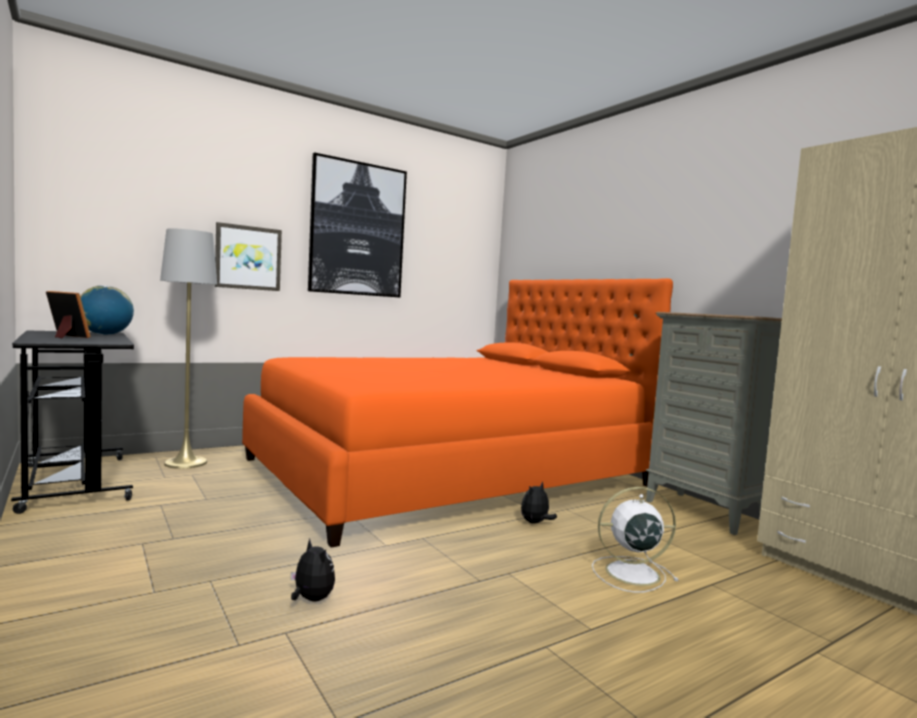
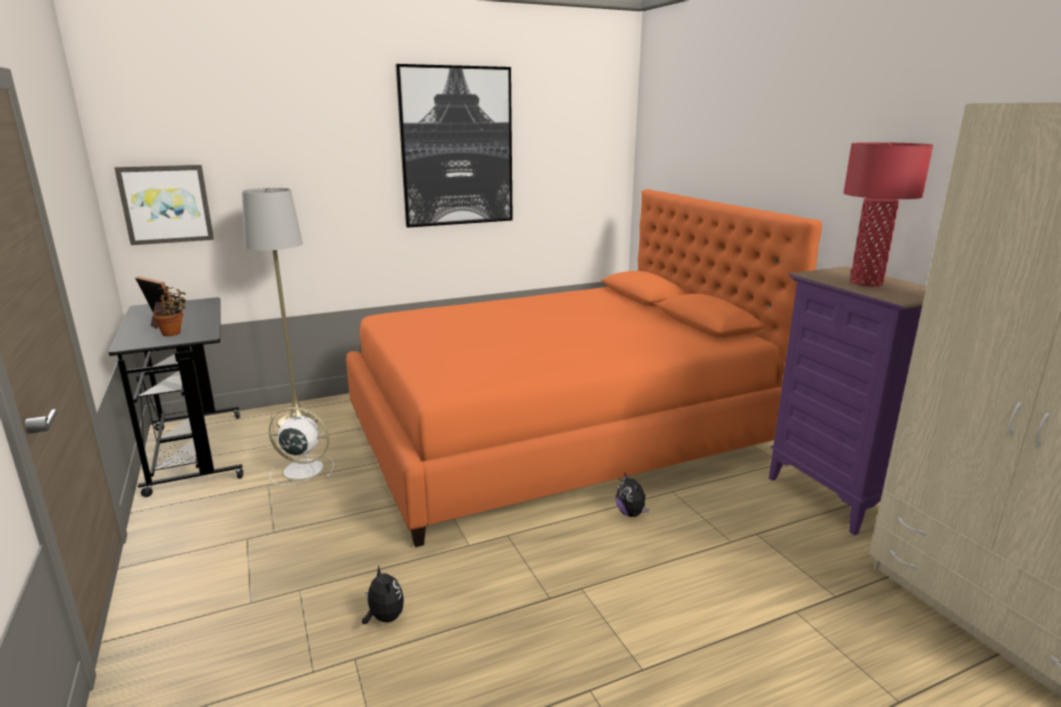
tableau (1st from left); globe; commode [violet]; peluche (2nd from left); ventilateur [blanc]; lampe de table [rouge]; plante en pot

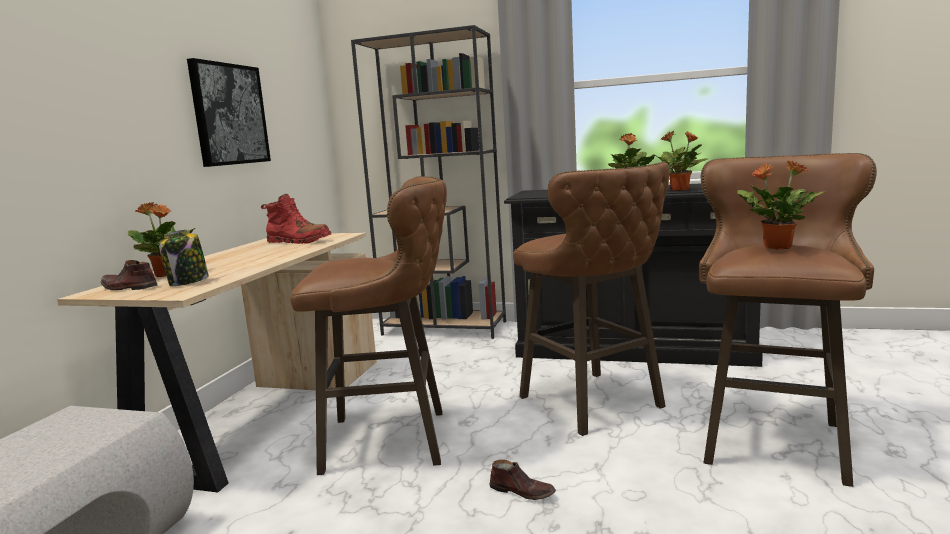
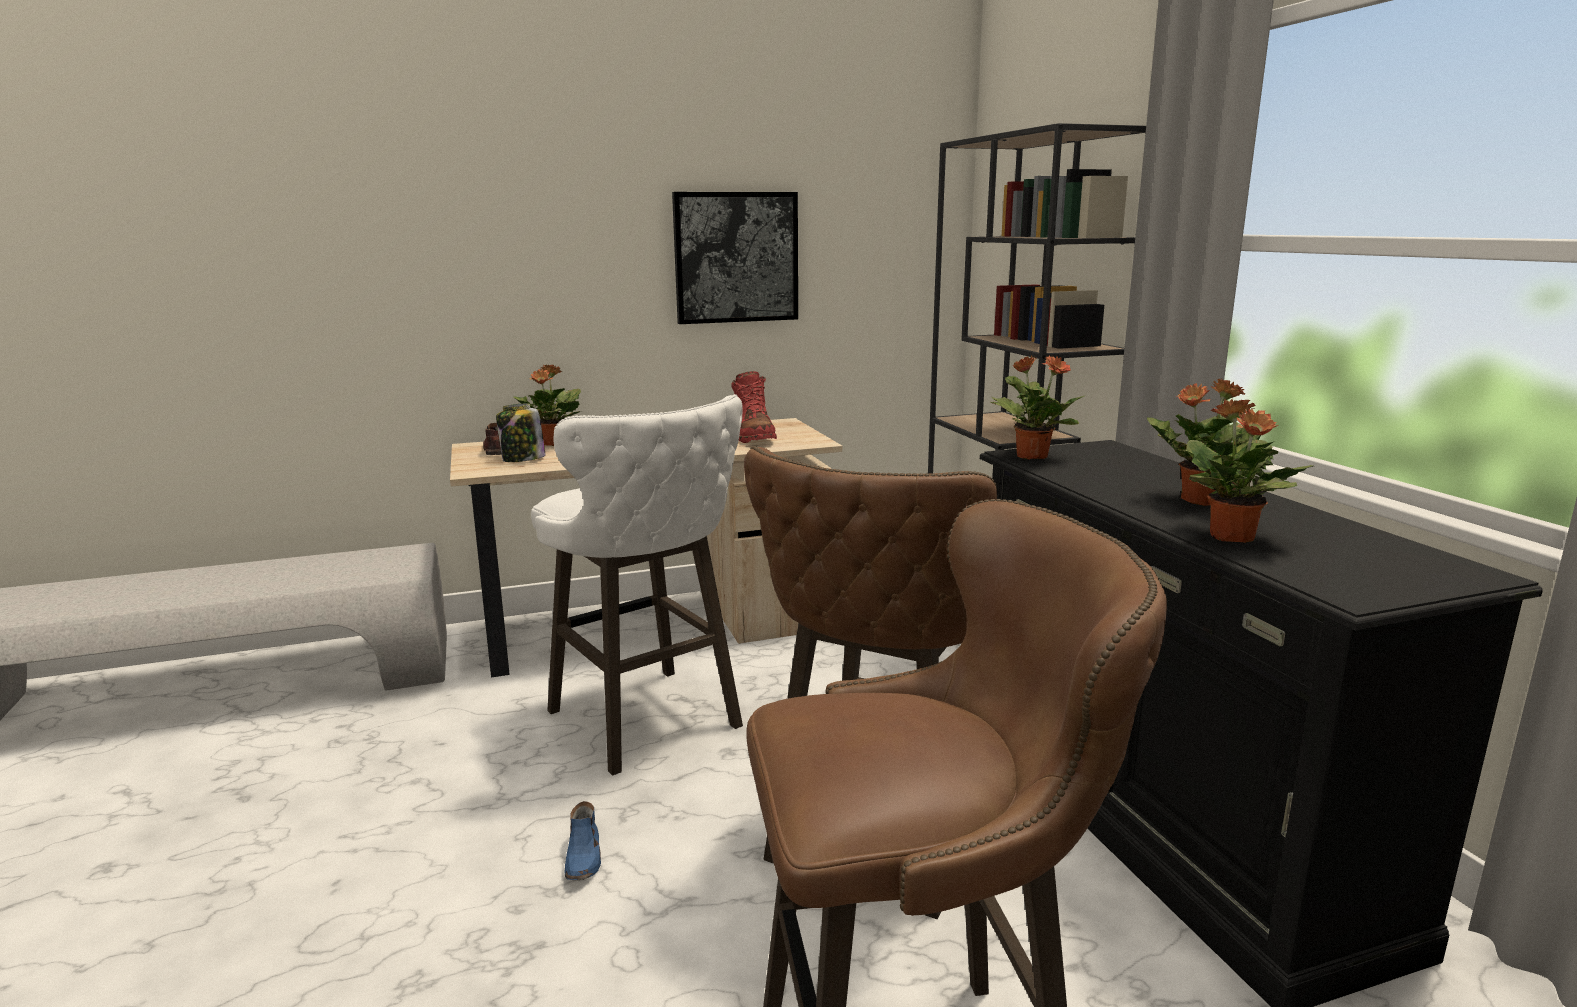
plante en pot (2nd from left); tabouret [blanc]; chaussure [bleu]

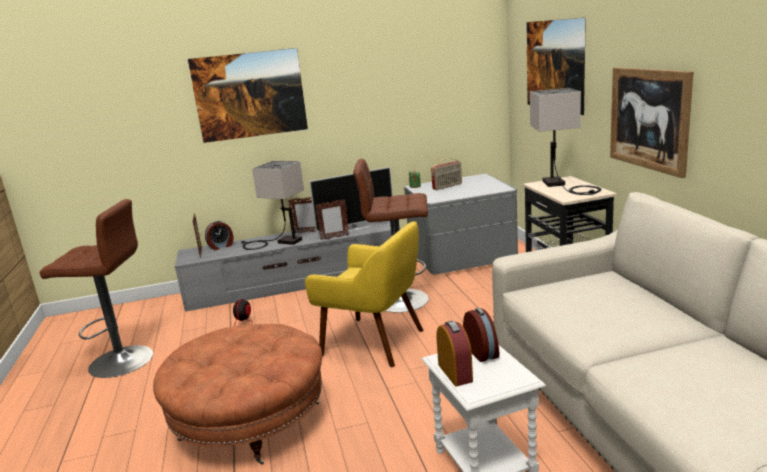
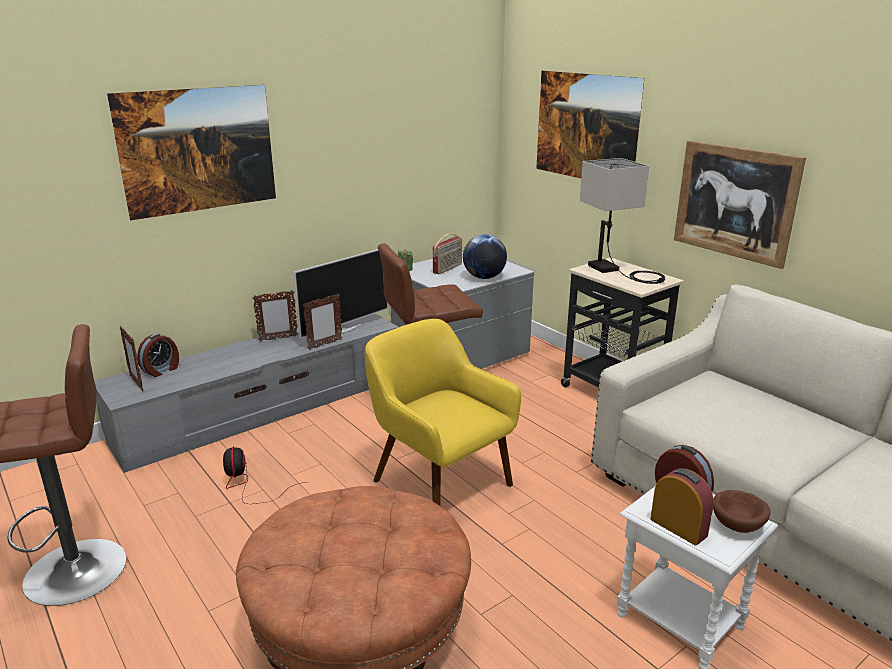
lampe de table (1st from left in the first image); fauteuil [jaune]; globe; bol [marron]

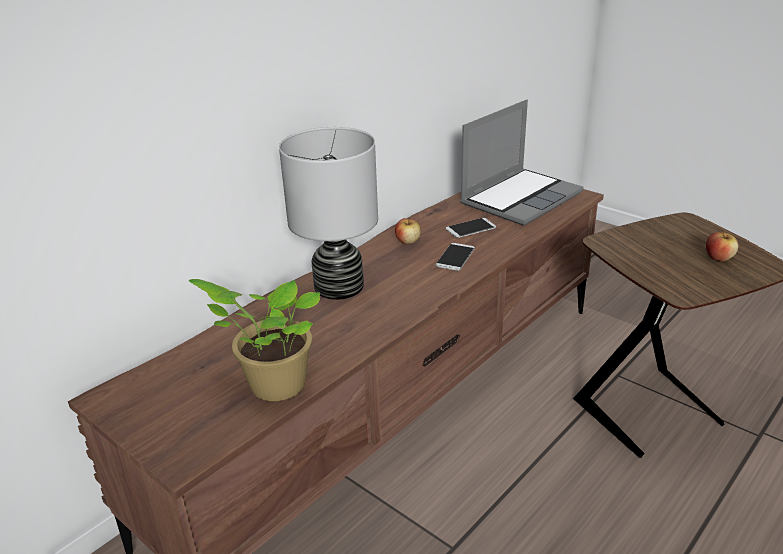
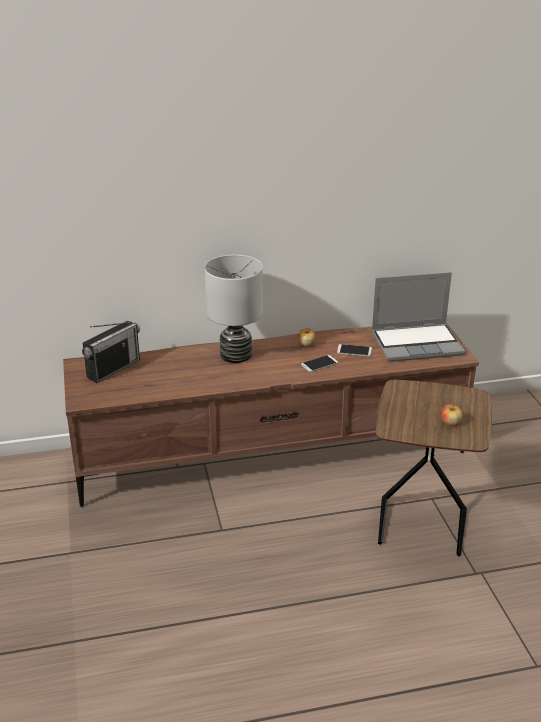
plante en pot; radio

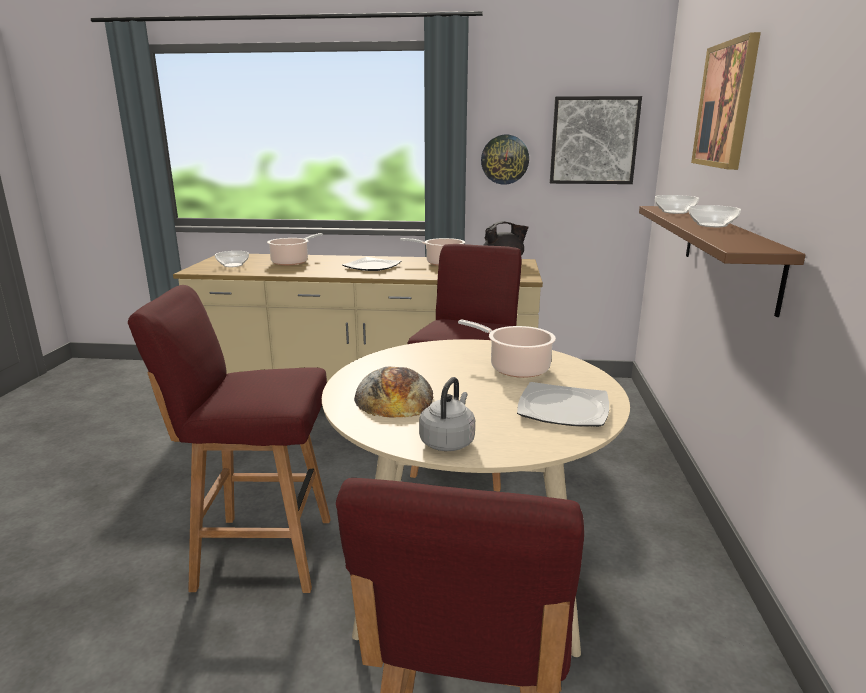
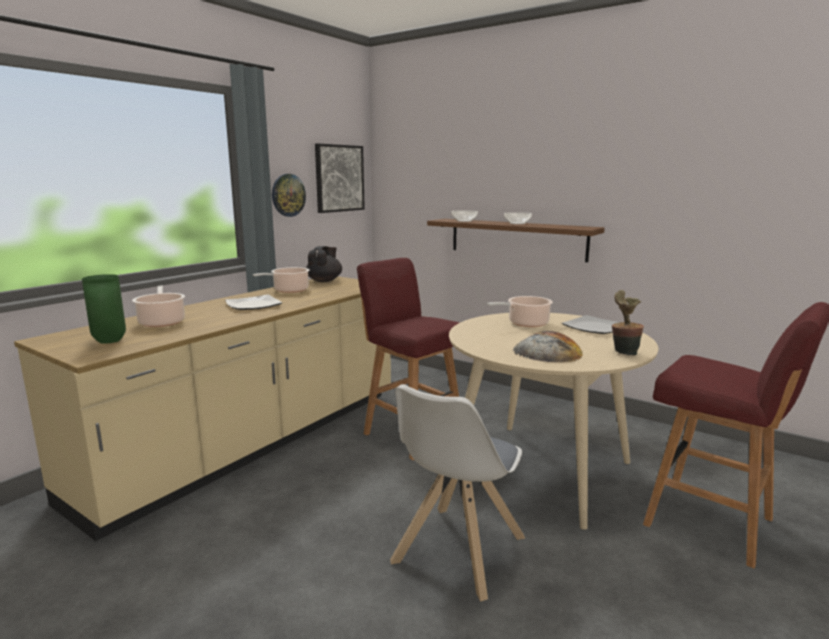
tableau (2nd from left in the first image); vase [vert]; chaise; plante en pot

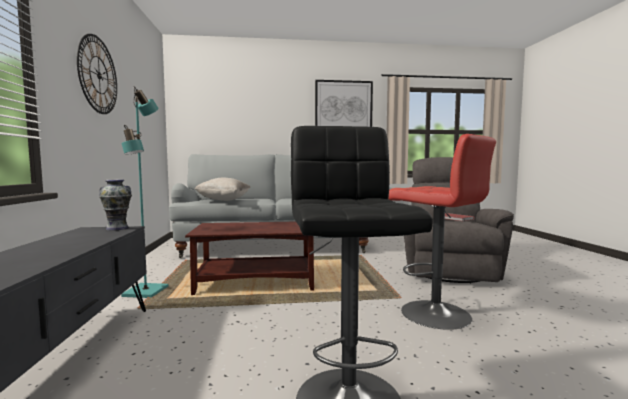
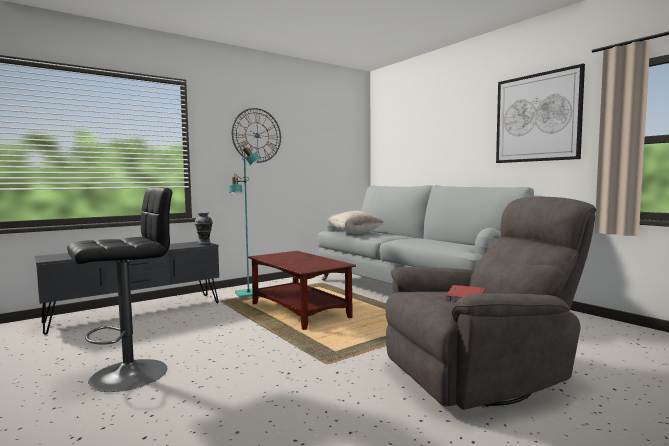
tabouret [rouge]

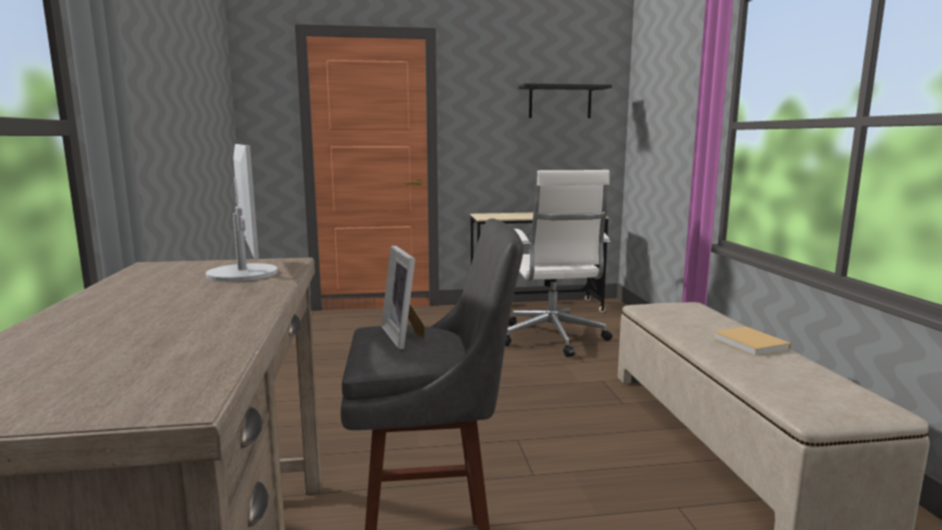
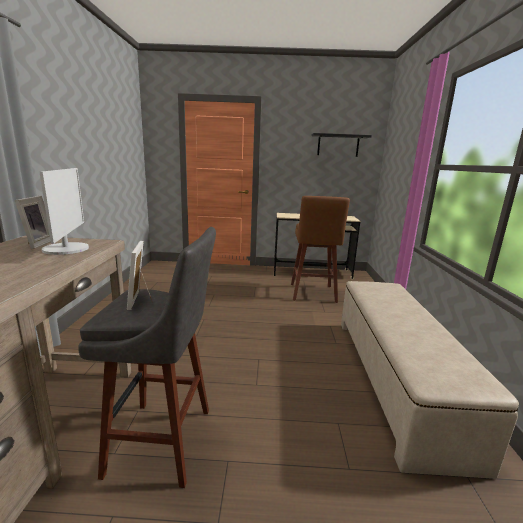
tabouret [marron]; livre [beige]; cadre photo (1st from left)

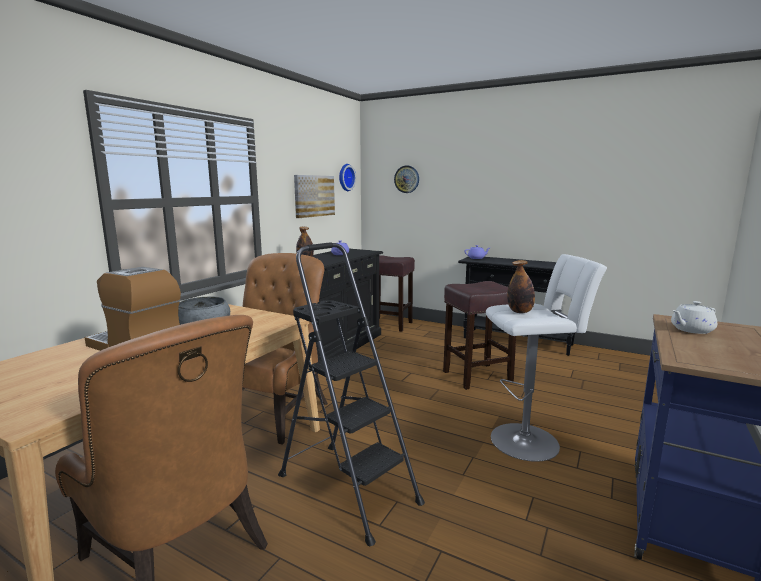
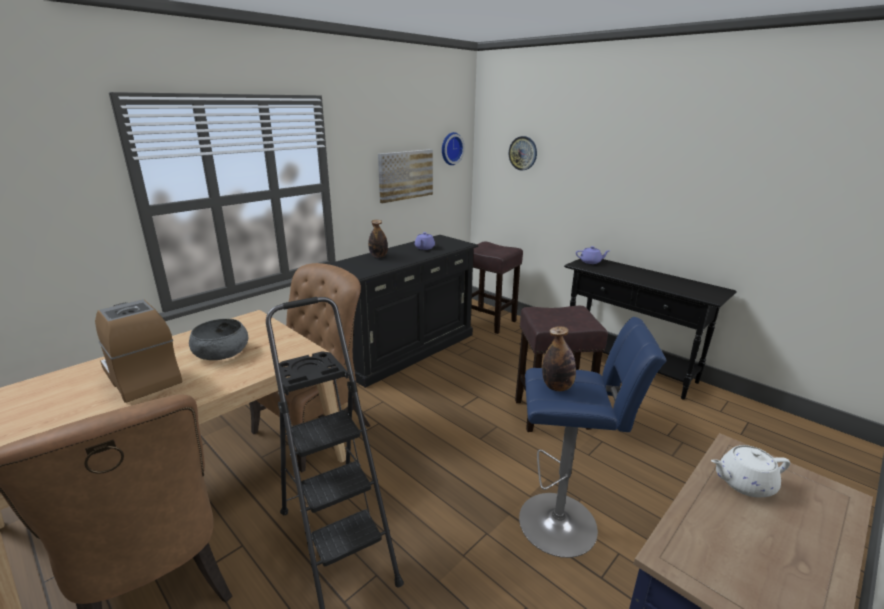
tabouret [bleu]

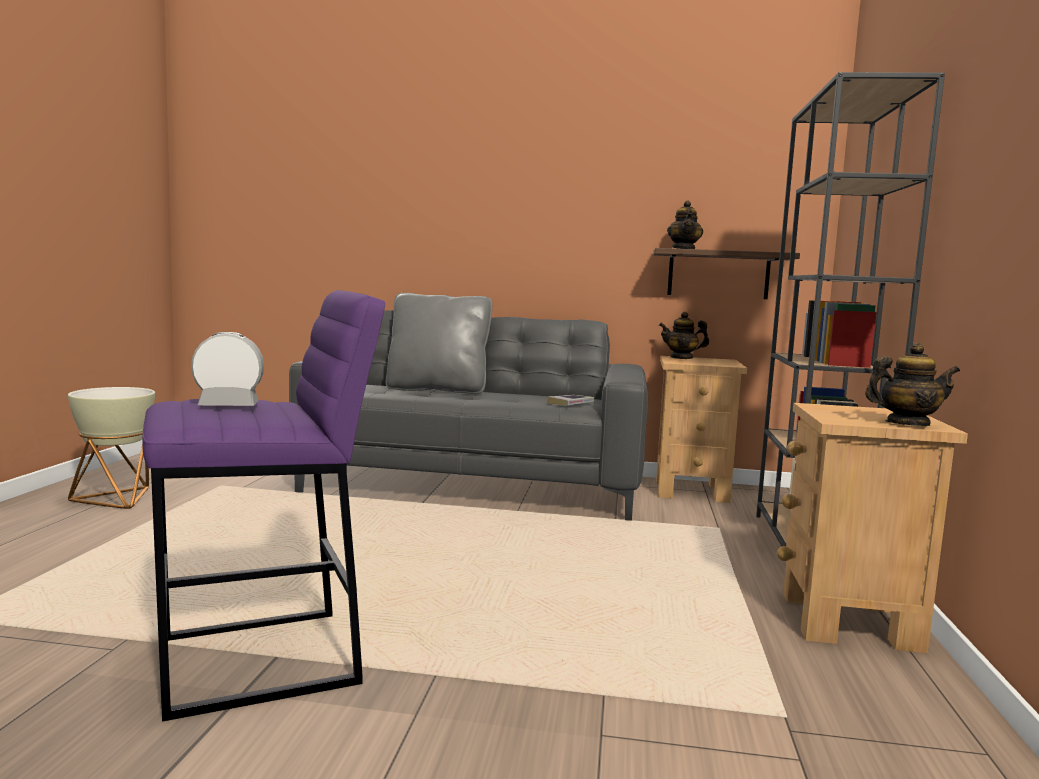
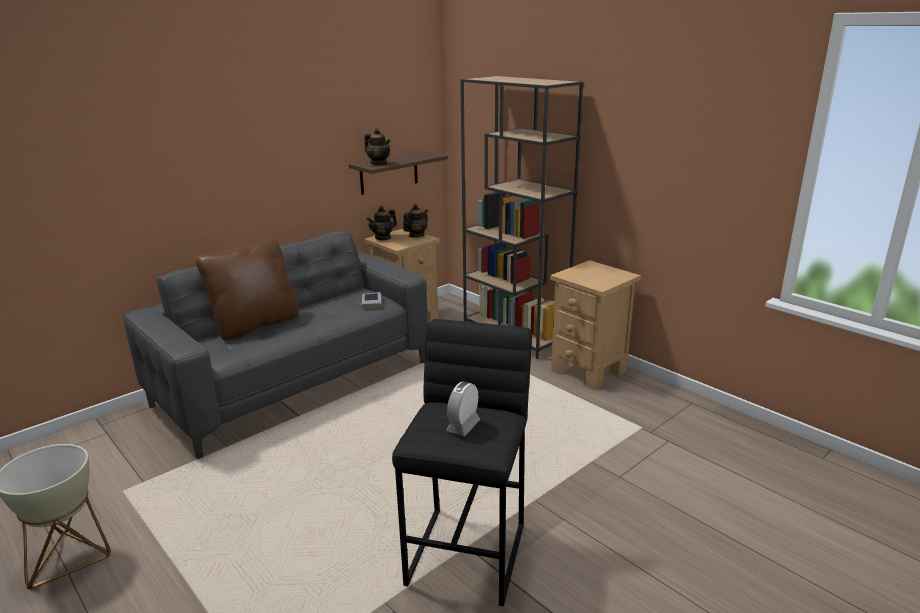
tabouret [noir]; coussin [marron]; théière (3rd from left)

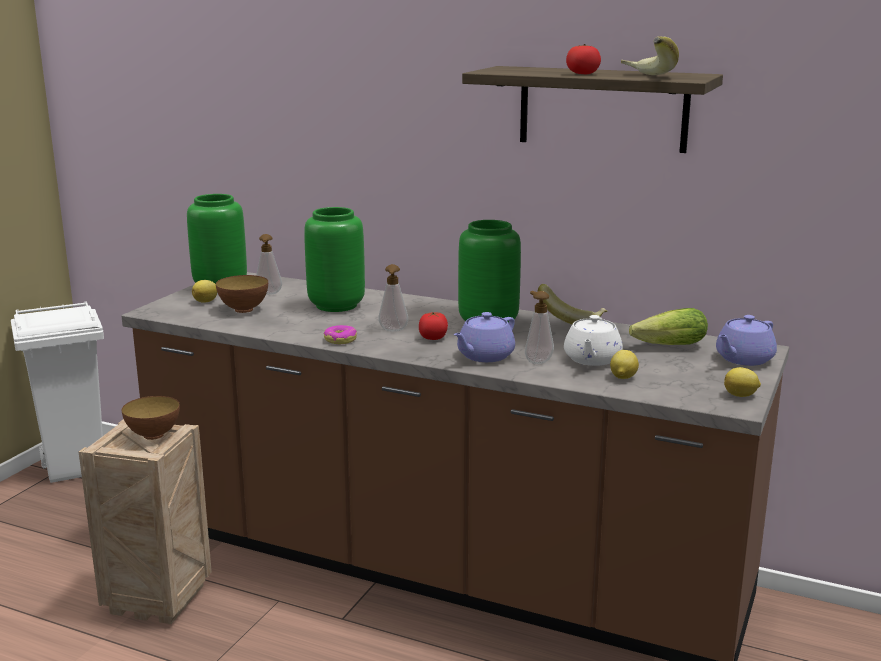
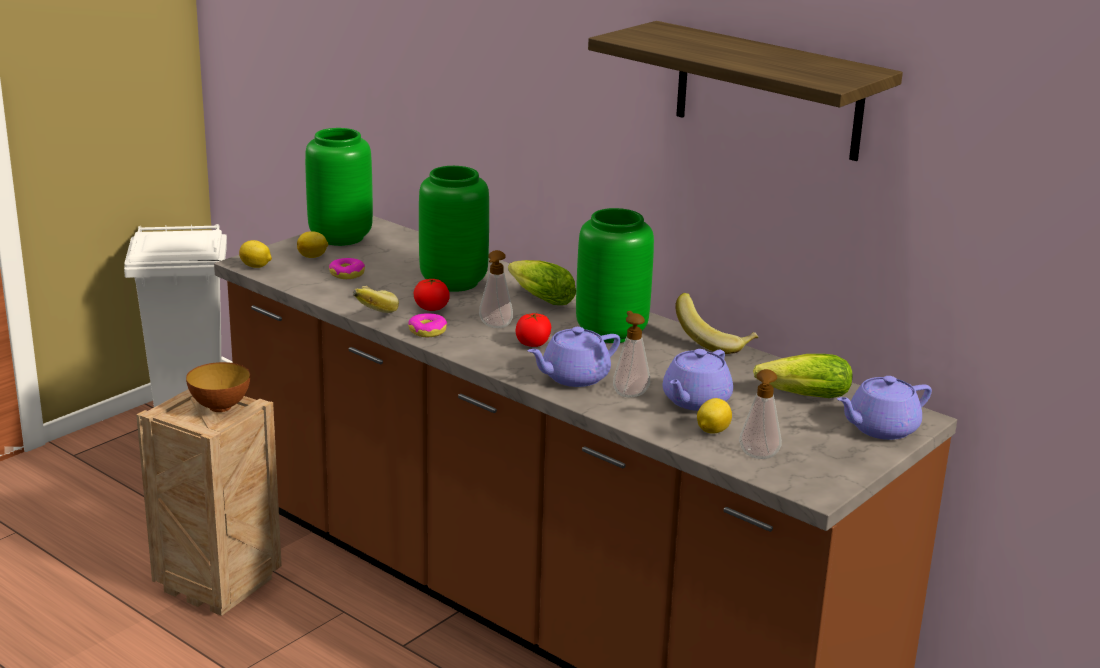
banane (1st from left); tomate (1st from left); distributeur de savon (3rd from left); beignet (1st from left); théière [violet] (2nd from left); citron (1st from left); laitue (1st from left)

